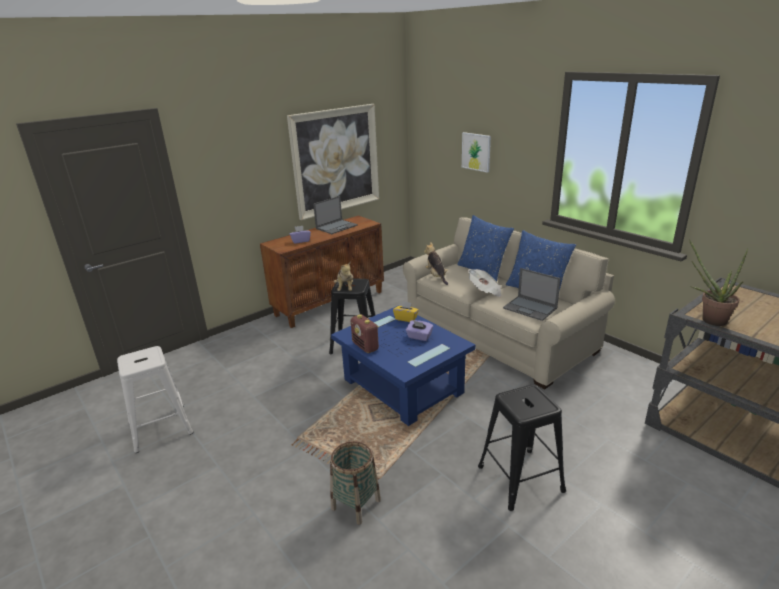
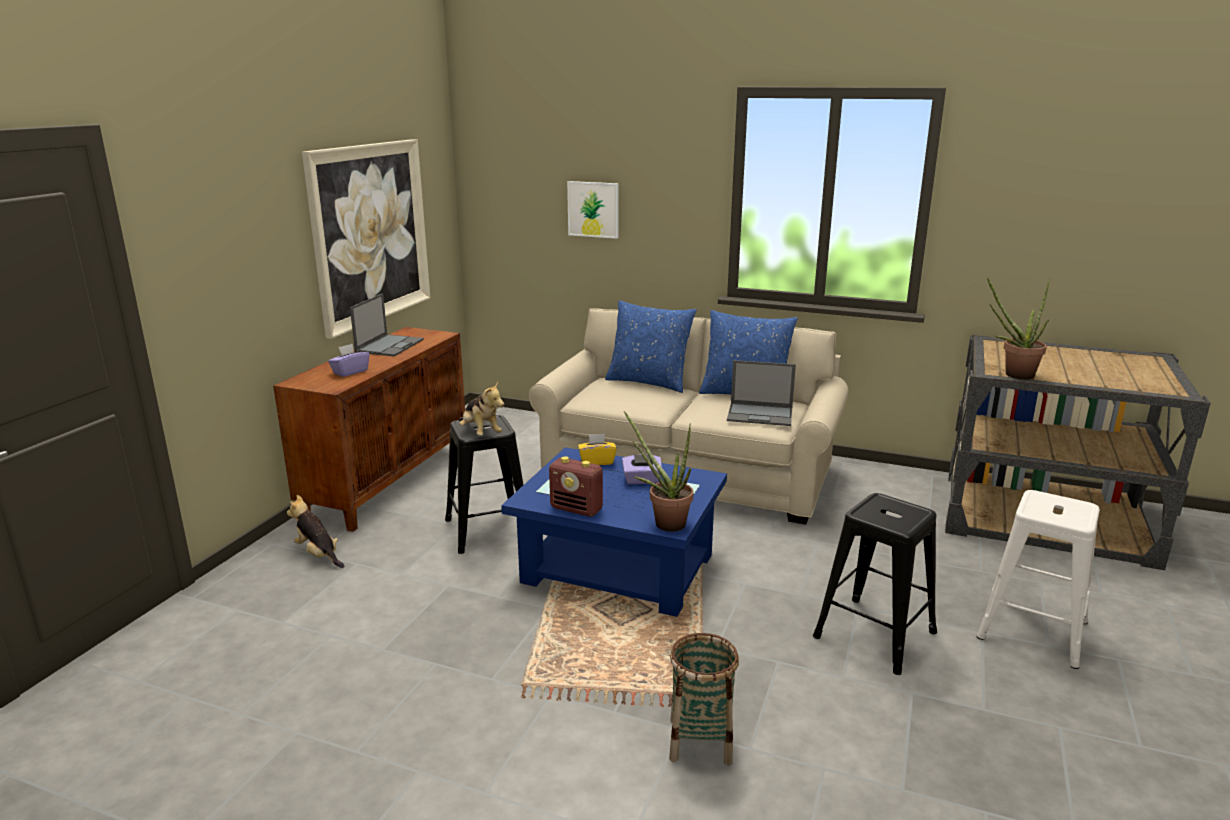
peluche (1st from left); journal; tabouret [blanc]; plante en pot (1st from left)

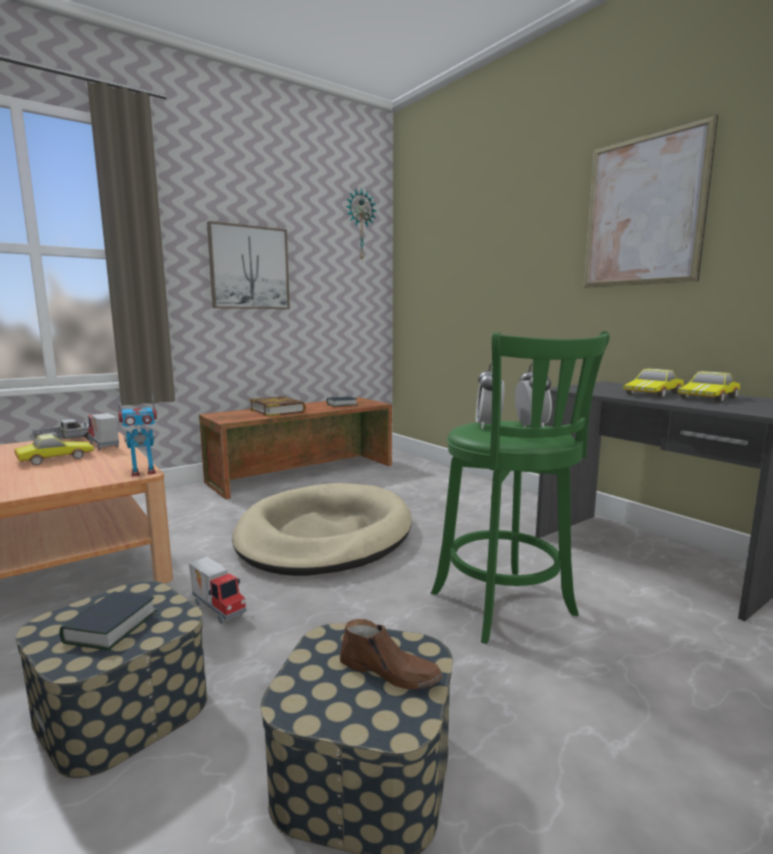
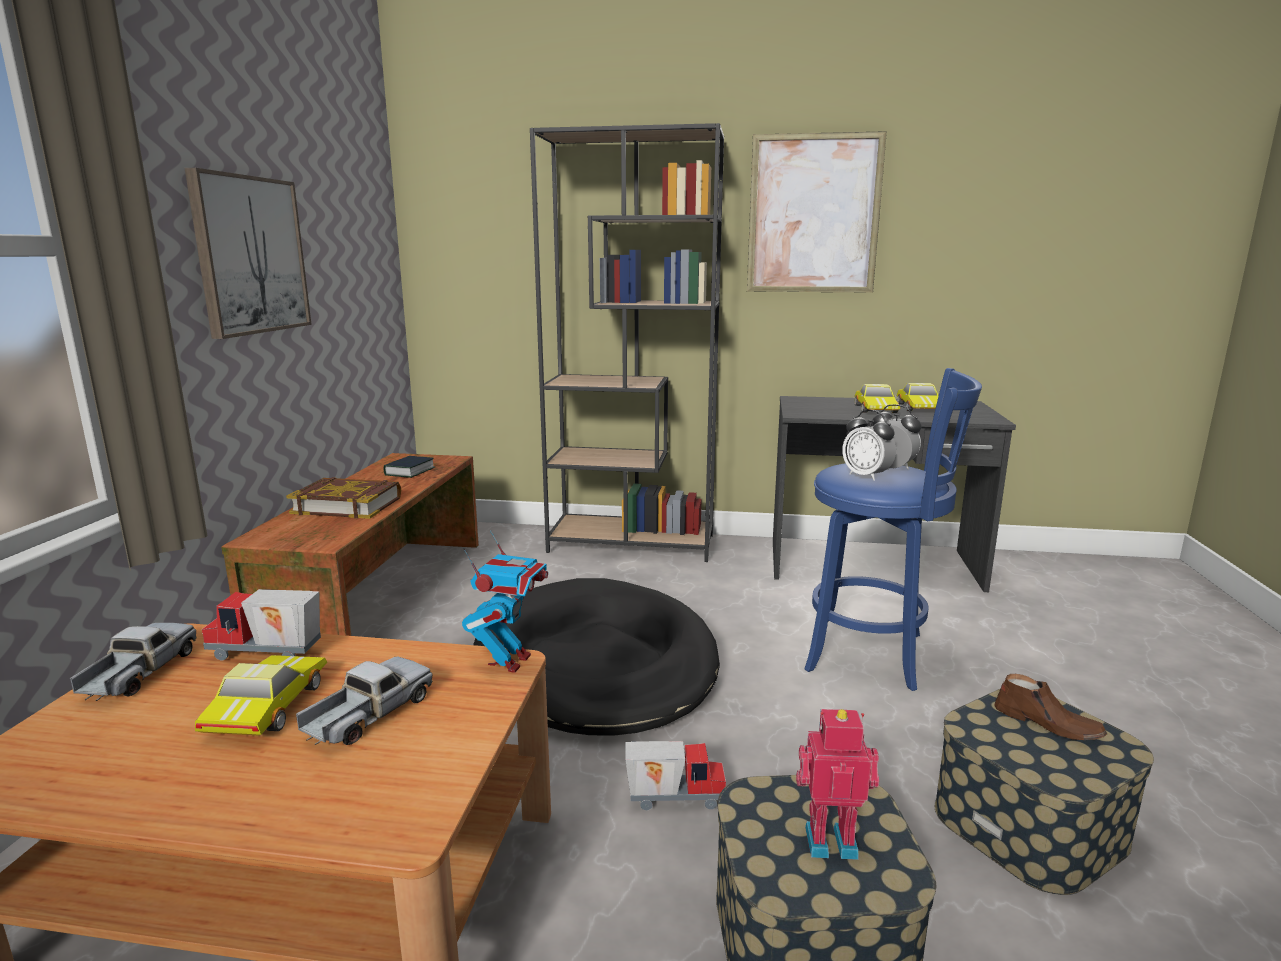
horloge murale; tabouret [bleu]; panier pour chien [noir]; robot jouet (2nd from left); chaussure [marron]; bibliothèque; camion jouet (3rd from left)

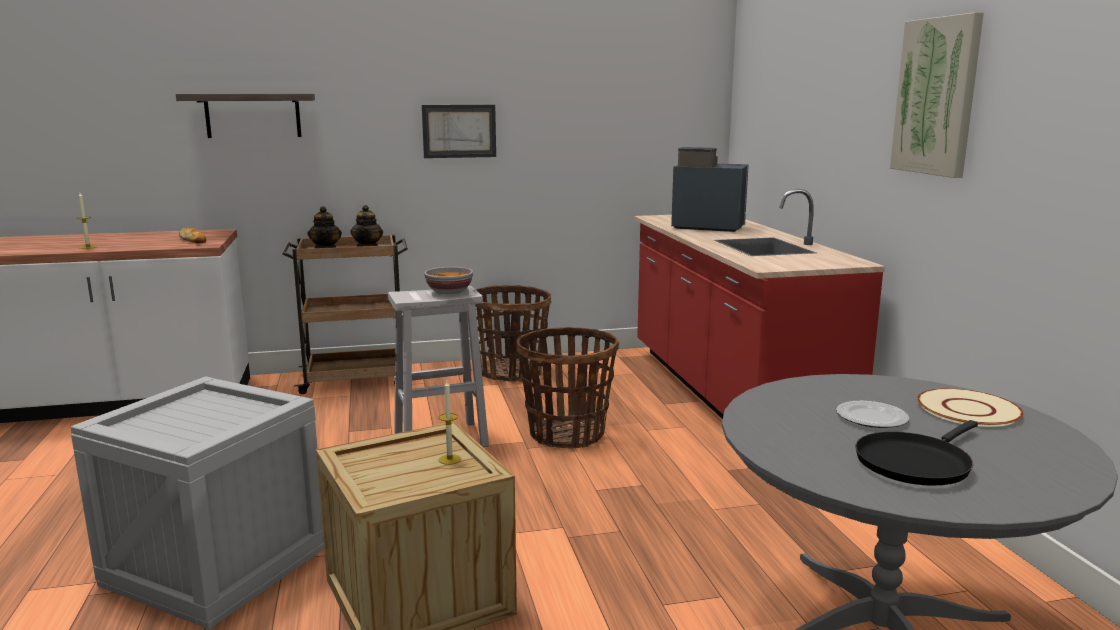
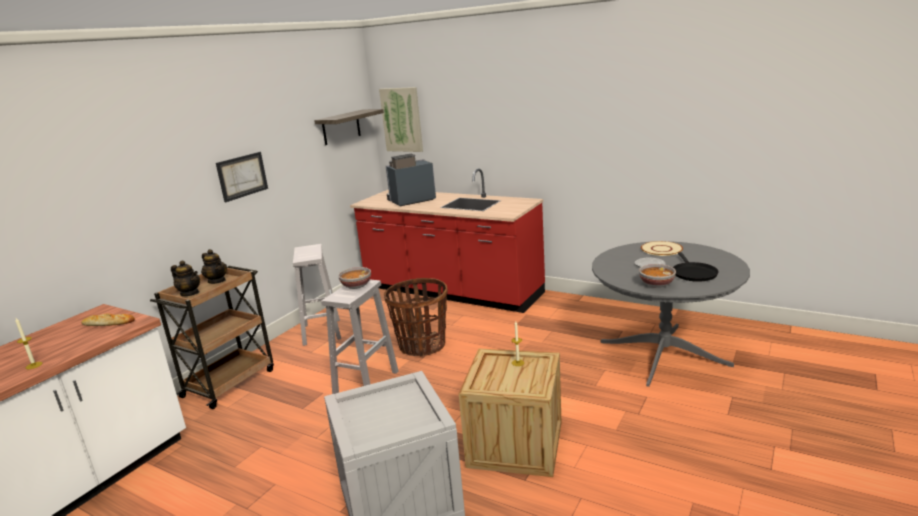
tableau (2nd from left); étagère; tabouret [blanc] (1st from left); bol (2nd from left)

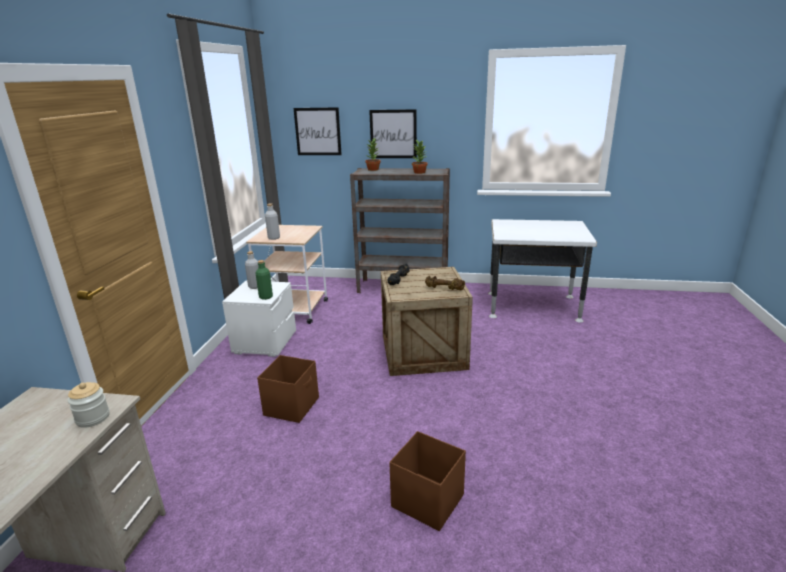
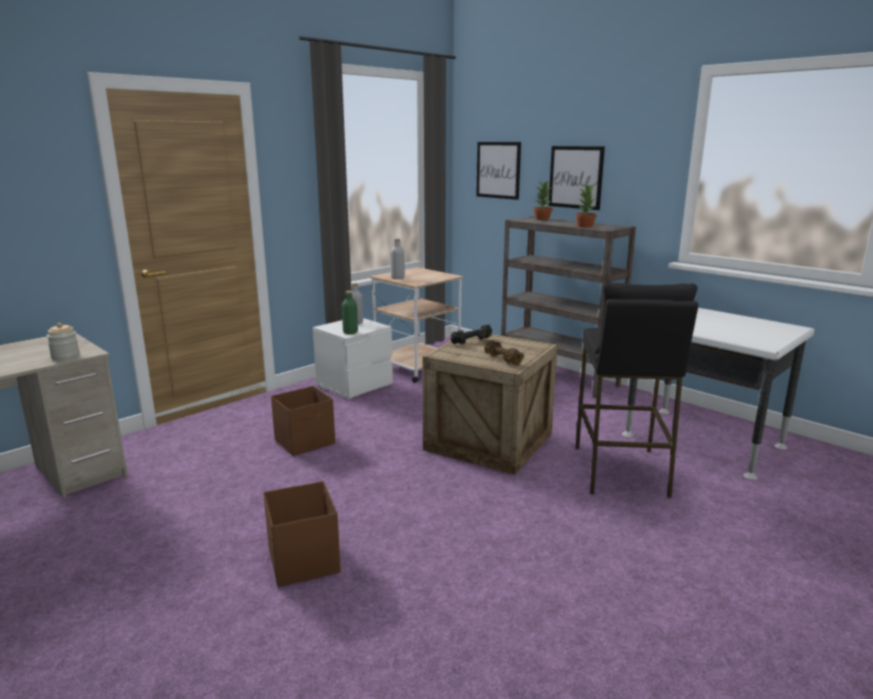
tabouret [noir]

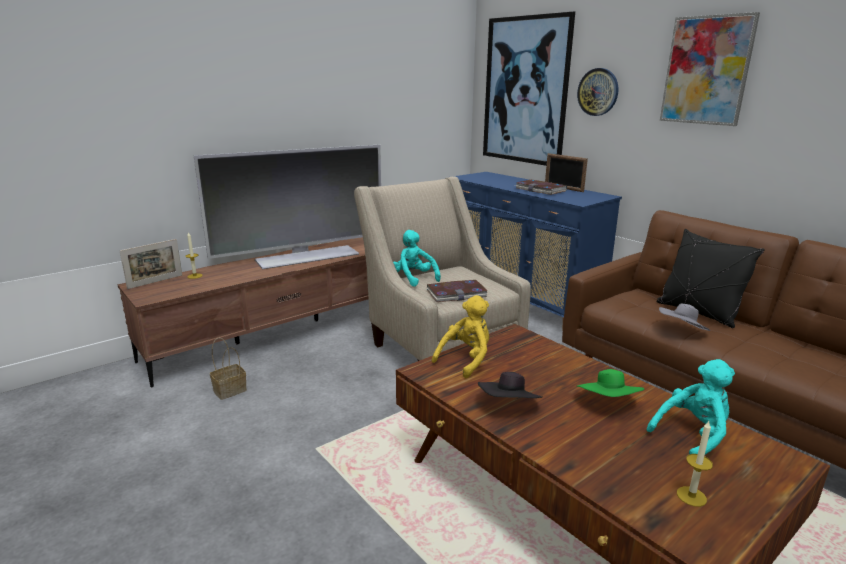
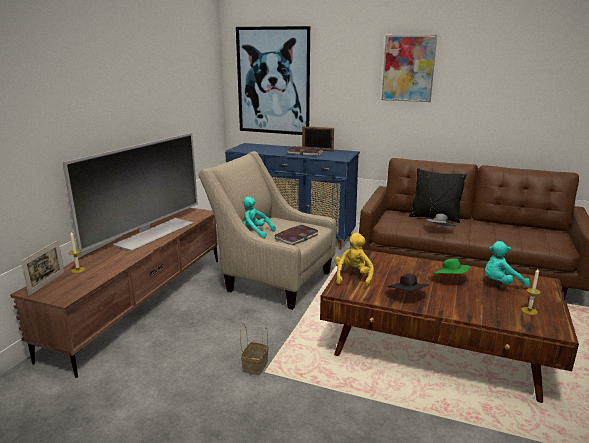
horloge murale; panier; peluche [turquoise] (2nd from left)

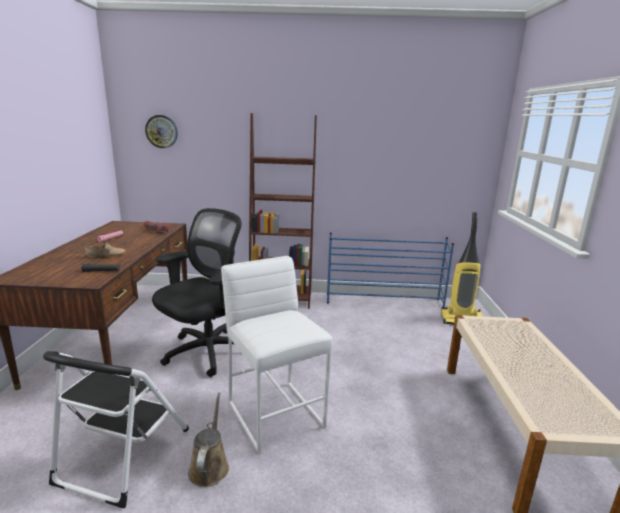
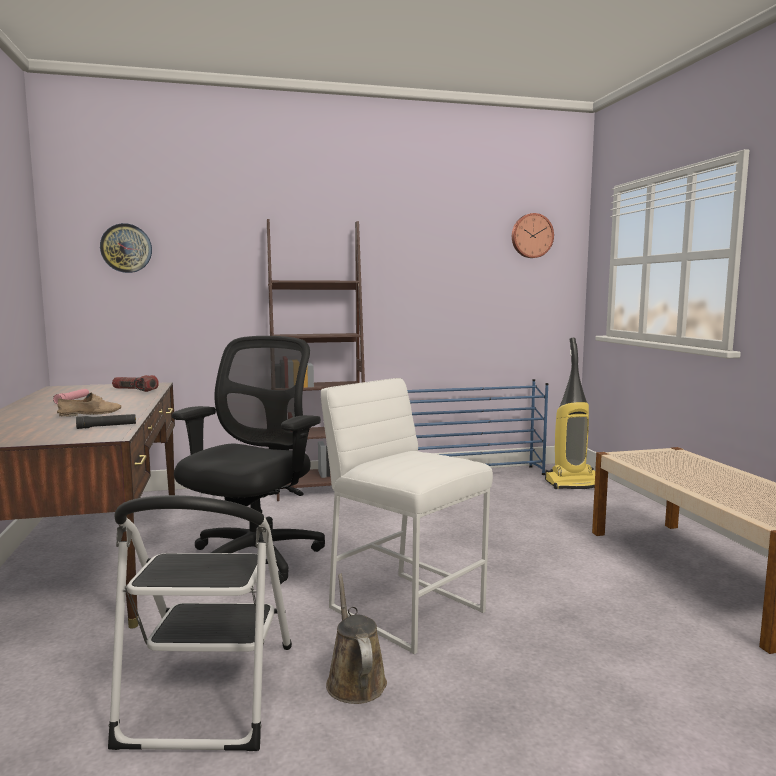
horloge murale (2nd from left)

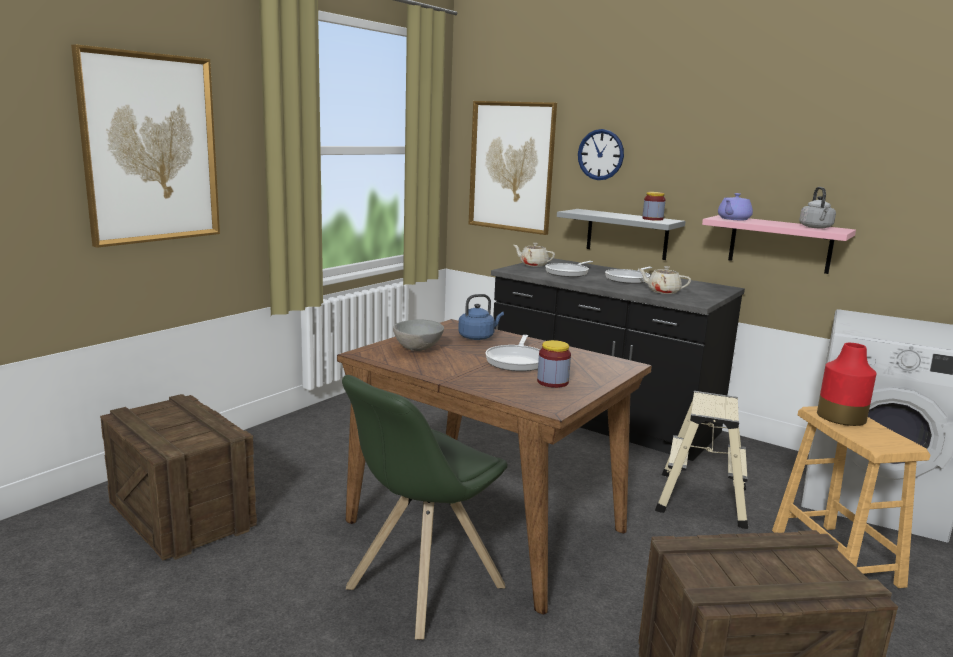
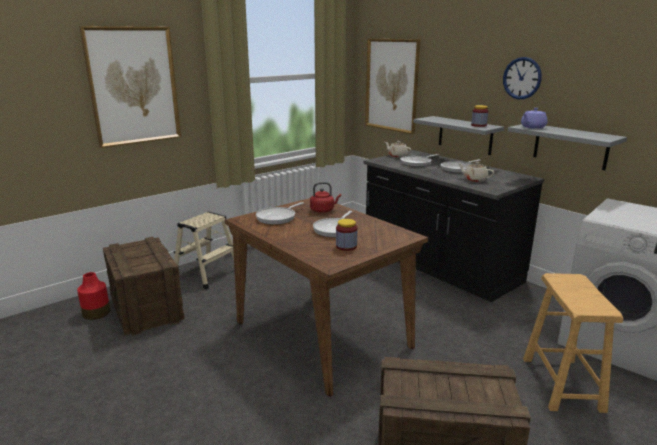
horloge murale; bouilloire [gris]; étagère [gris] (2nd from left); bouilloire [rouge]; poêle (1st from left); vase [rouge]; chaise [vert]; escabeau [beige]

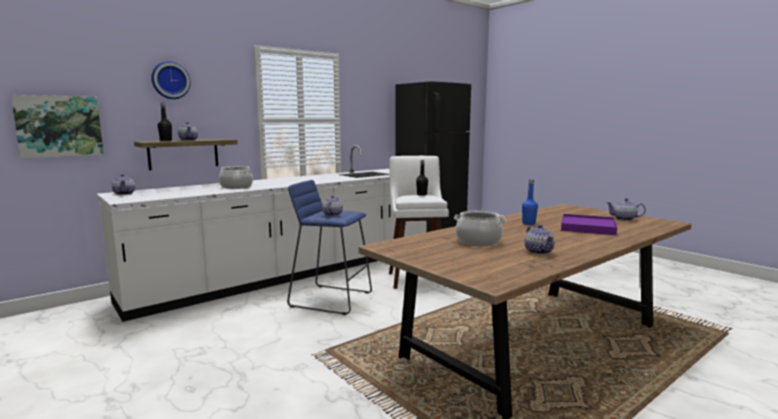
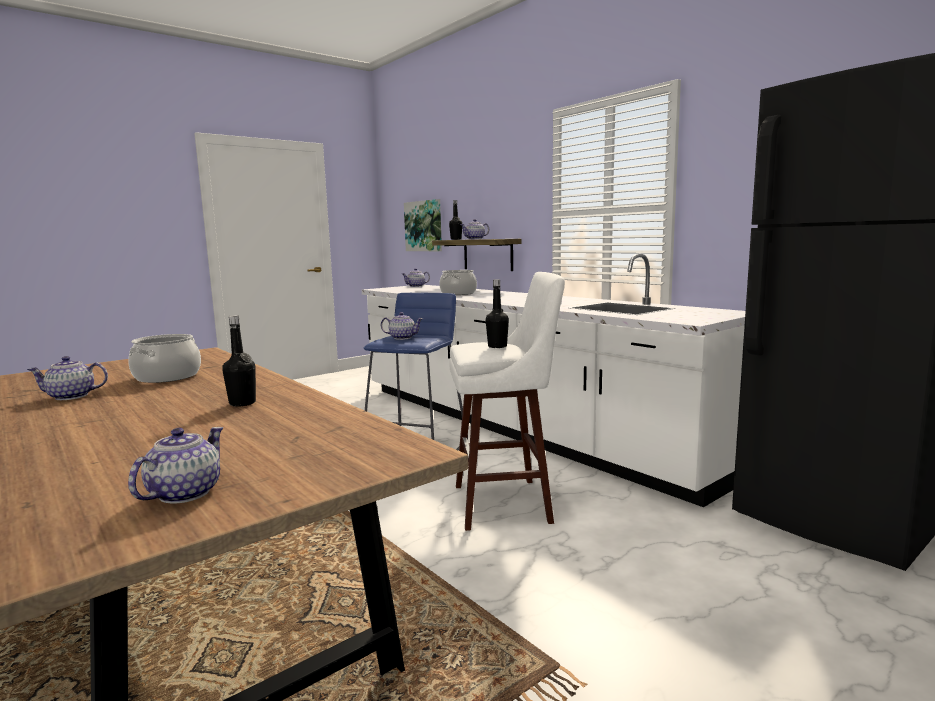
horloge murale; bouteille [noir] (1st from left); plateau [violet]

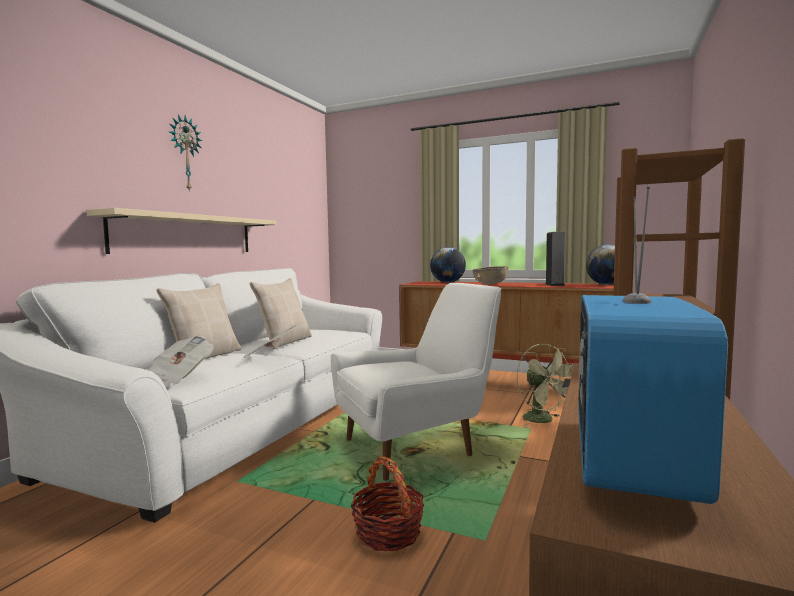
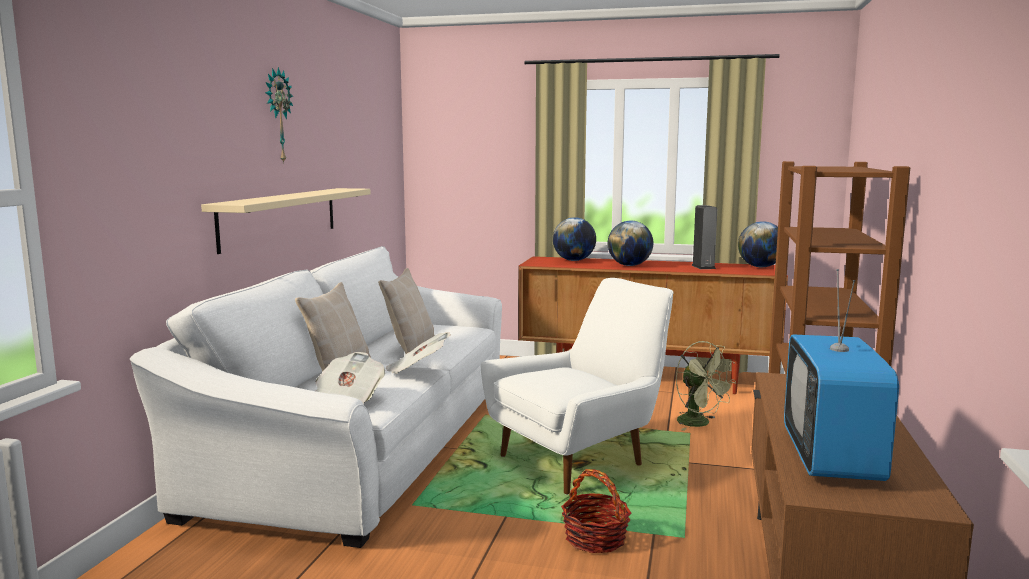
globe (2nd from left)

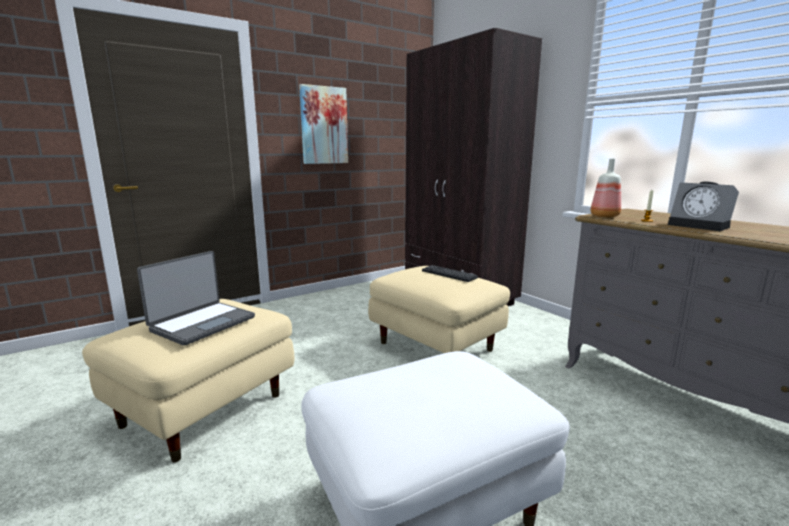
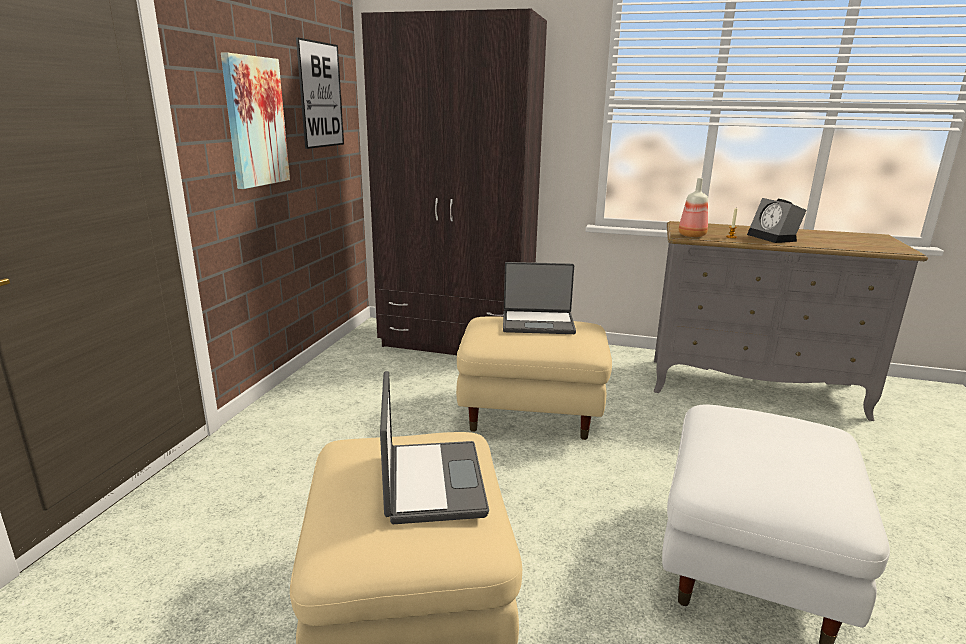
réveil; ordinateur portable (2nd from left); tableau (2nd from left)

